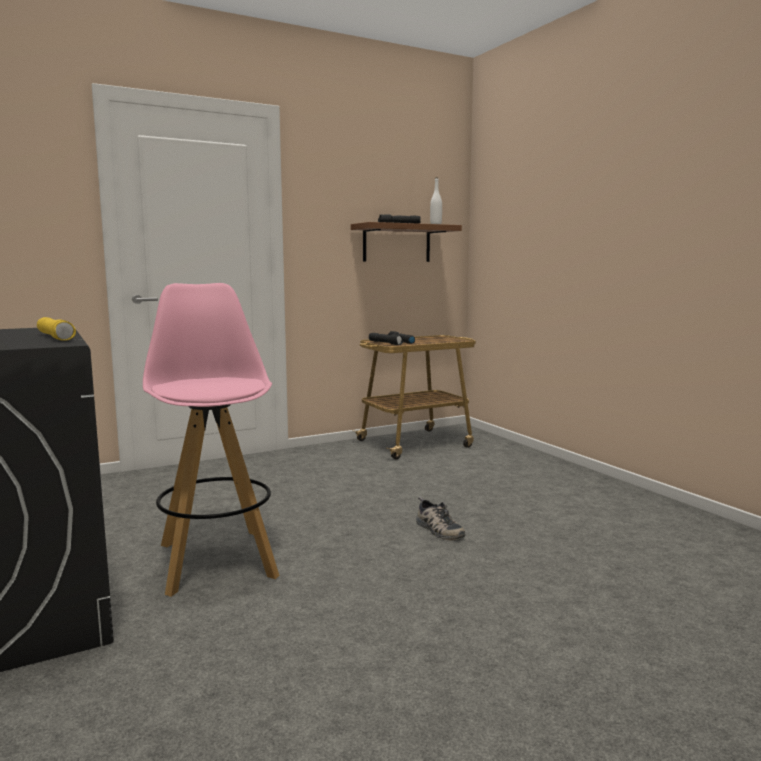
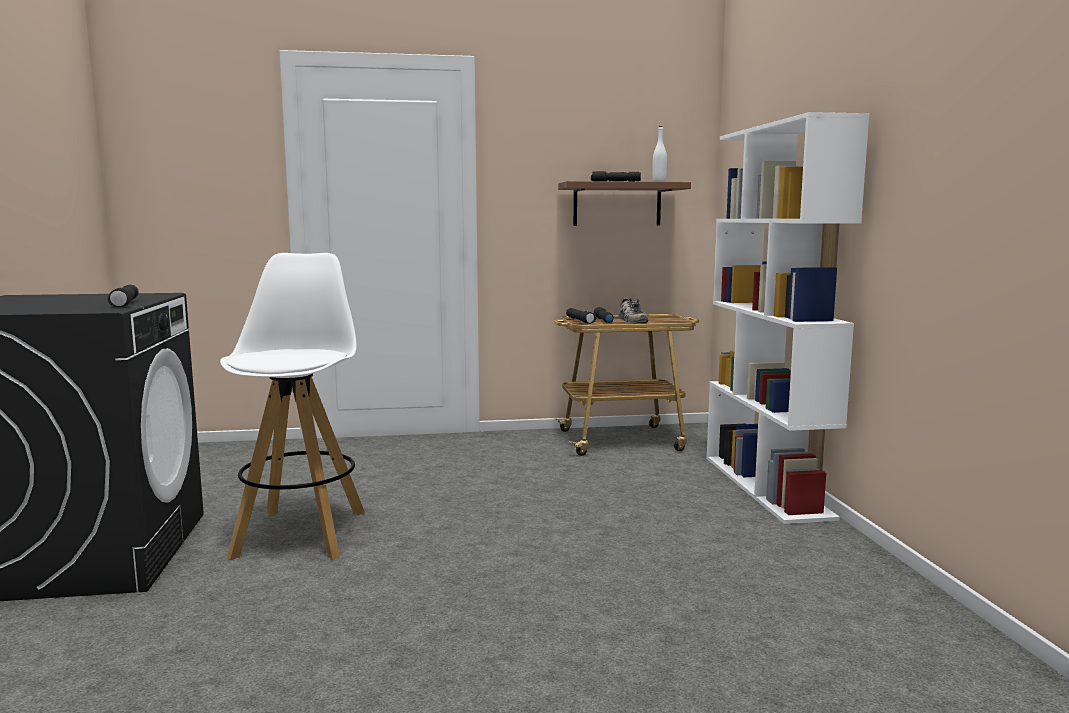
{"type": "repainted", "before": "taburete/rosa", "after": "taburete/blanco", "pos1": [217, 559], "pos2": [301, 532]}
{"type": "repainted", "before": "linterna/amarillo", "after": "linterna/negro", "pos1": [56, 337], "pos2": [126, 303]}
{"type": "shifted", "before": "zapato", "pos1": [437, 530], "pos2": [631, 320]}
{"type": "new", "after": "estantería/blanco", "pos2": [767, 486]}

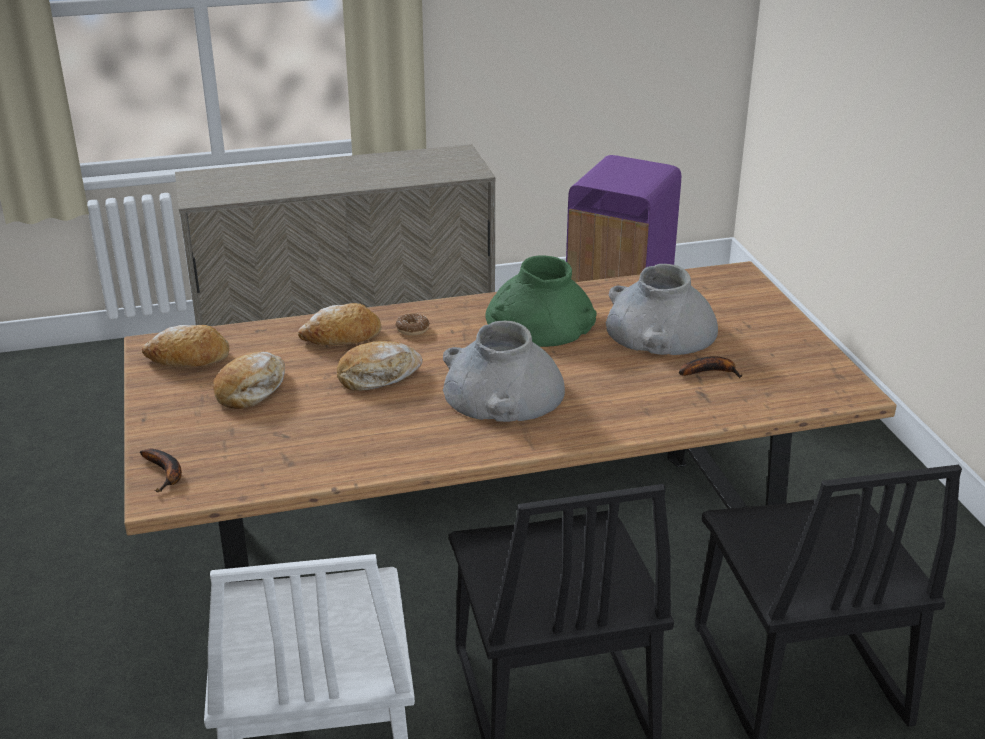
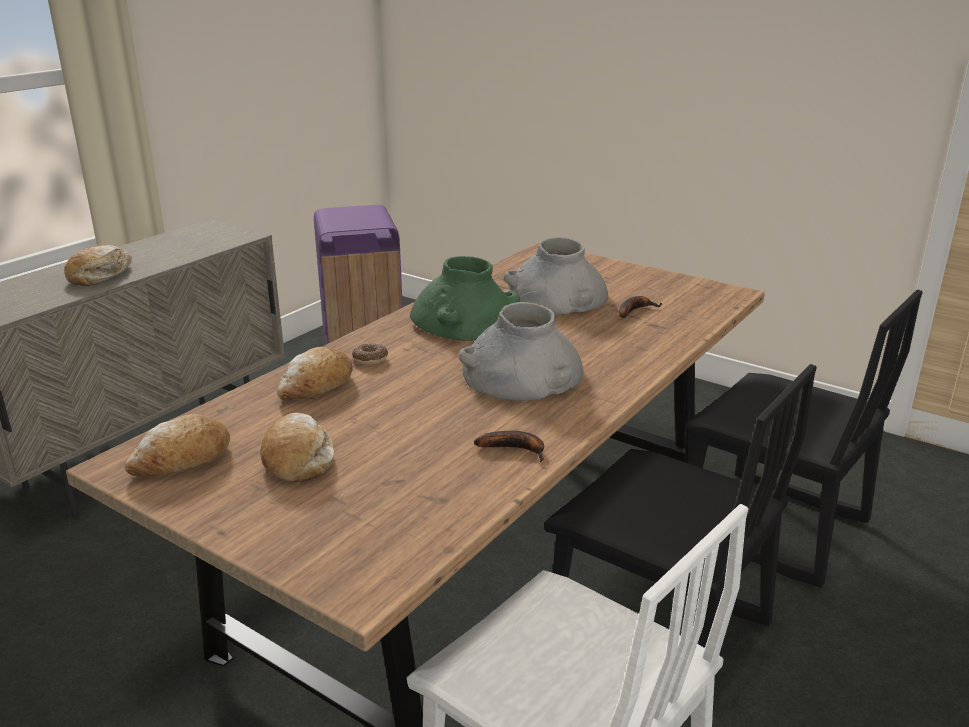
{"type": "shifted", "before": "pan", "pos1": [378, 376], "pos2": [100, 275]}
{"type": "shifted", "before": "plátano", "pos1": [166, 473], "pos2": [516, 449]}

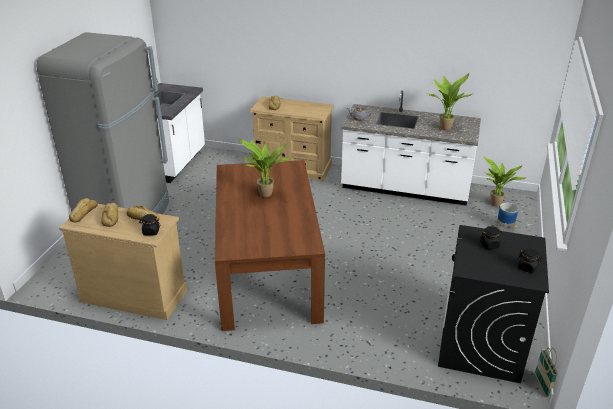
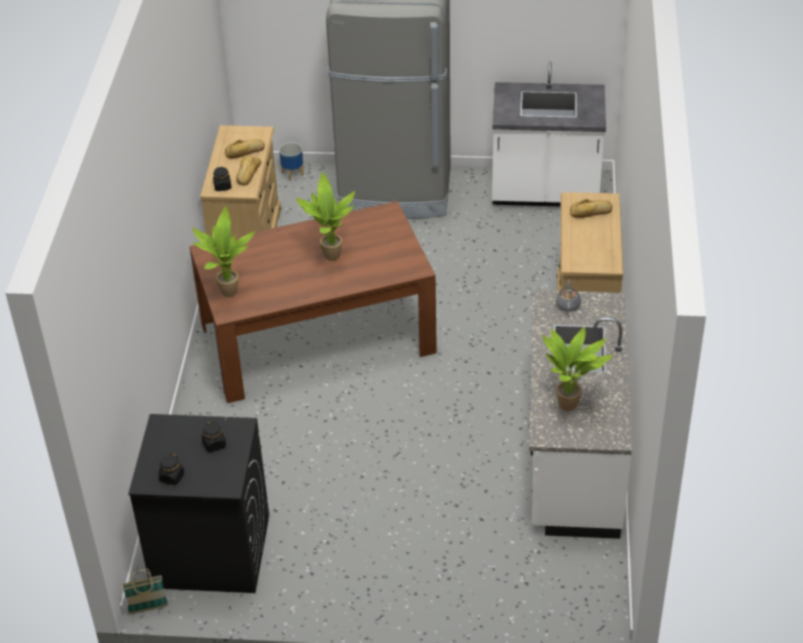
{"type": "shifted", "before": "planta en maceta", "pos1": [495, 205], "pos2": [226, 292]}
{"type": "gone", "before": "pan", "pos1": [83, 213]}
{"type": "shifted", "before": "maceta", "pos1": [504, 227], "pos2": [293, 173]}

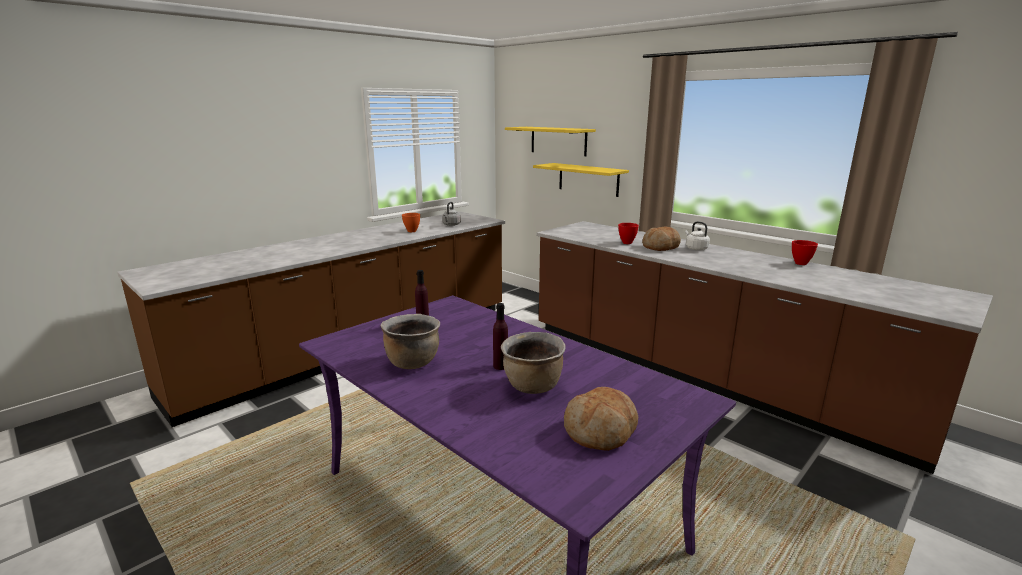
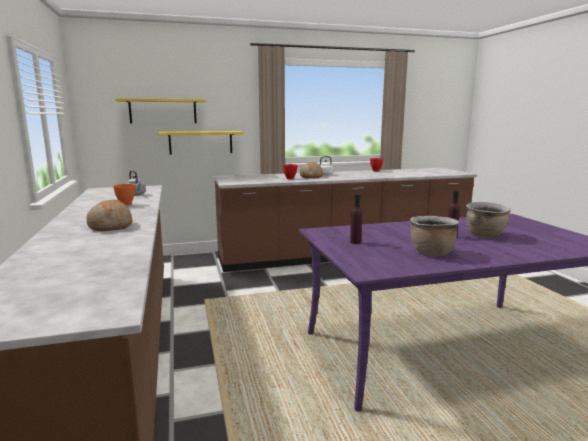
{"type": "shifted", "before": "pan", "pos1": [600, 431], "pos2": [111, 226]}

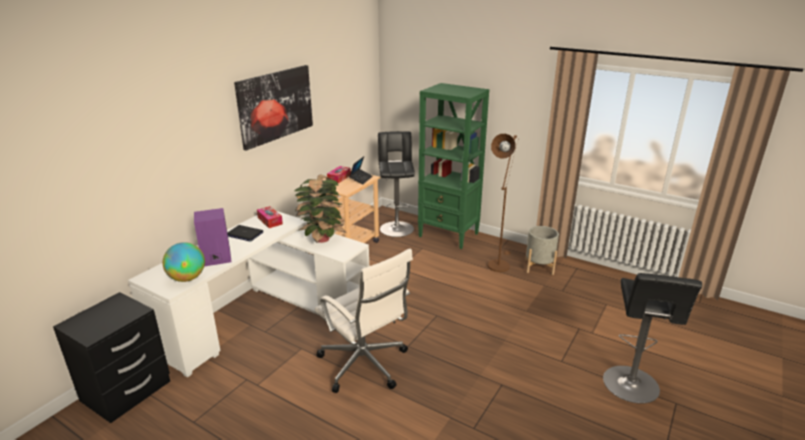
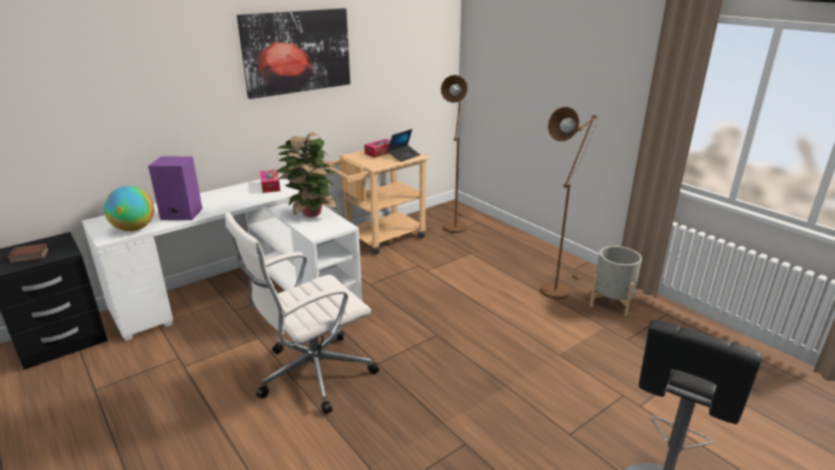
{"type": "gone", "before": "estantería/verde", "pos1": [449, 235]}
{"type": "swapped", "before": "taburete/negro", "after": "lámpara de pie/marrón", "pos1": [396, 227], "pos2": [455, 225]}
{"type": "gone", "before": "portátil", "pos1": [244, 234]}
{"type": "rotated", "before": "silla de oficina/blanco", "pos1": [364, 365], "pos2": [312, 374], "turn": 75}
{"type": "new", "after": "libro", "pos2": [29, 257]}

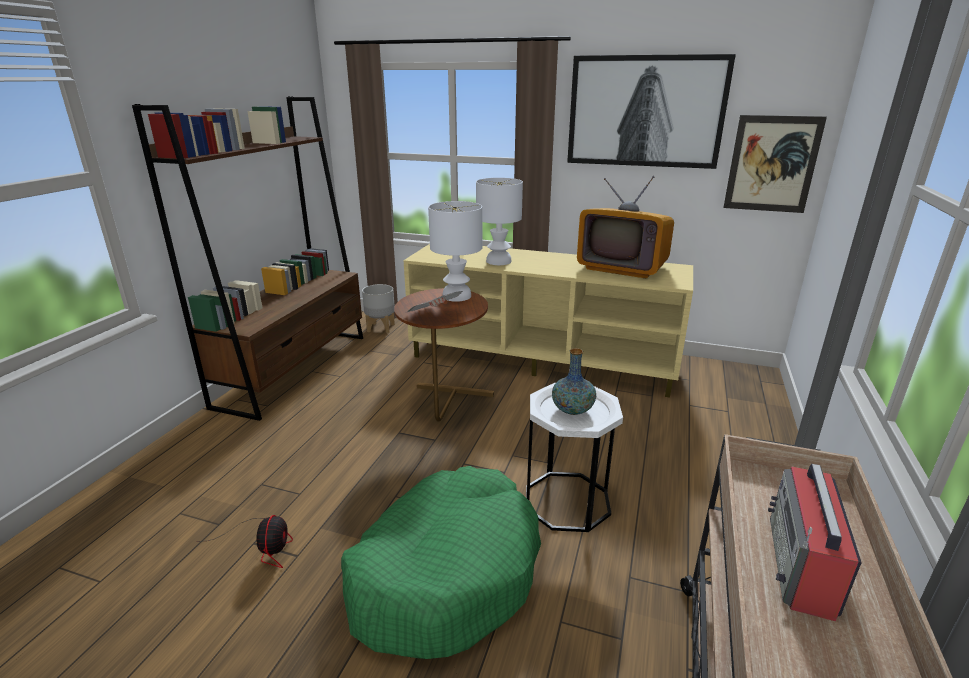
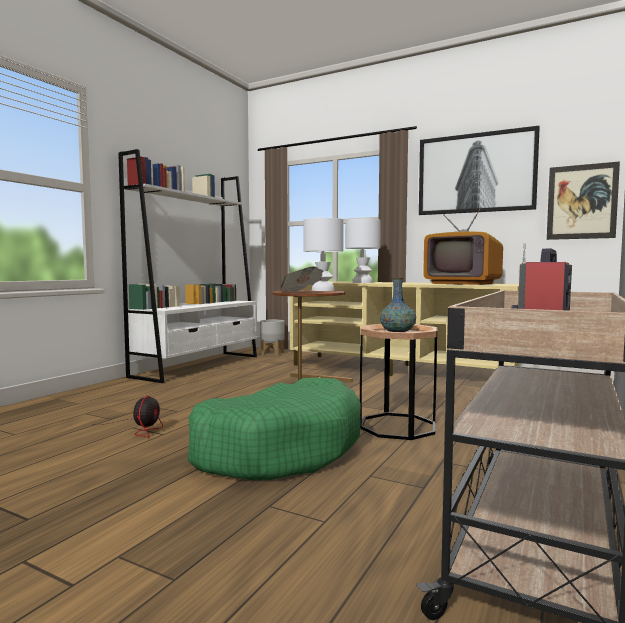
{"type": "repainted", "before": "estantería/marrón", "after": "estantería/blanco", "pos1": [295, 369], "pos2": [198, 366]}
{"type": "repainted", "before": "mesa auxiliar/blanco", "after": "mesa auxiliar/marrón", "pos1": [567, 501], "pos2": [397, 426]}

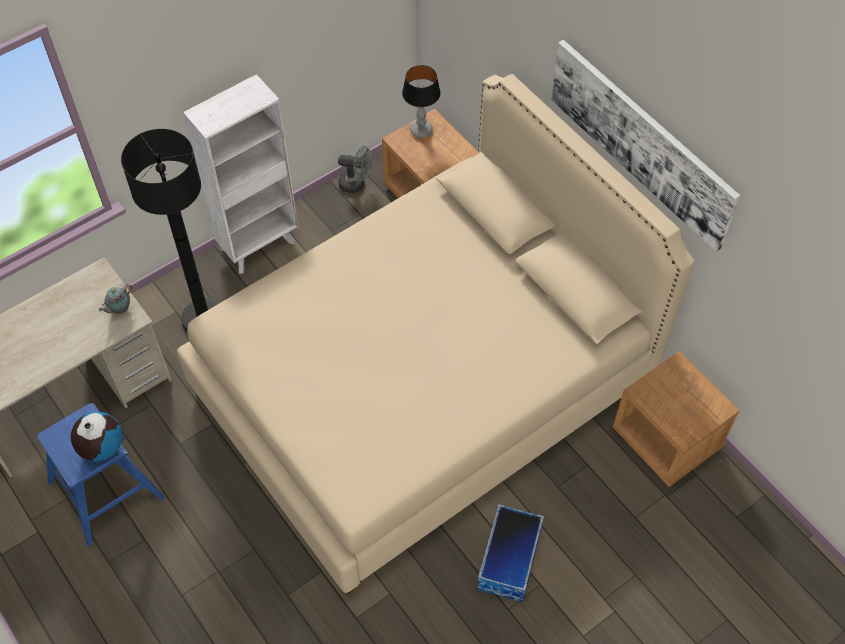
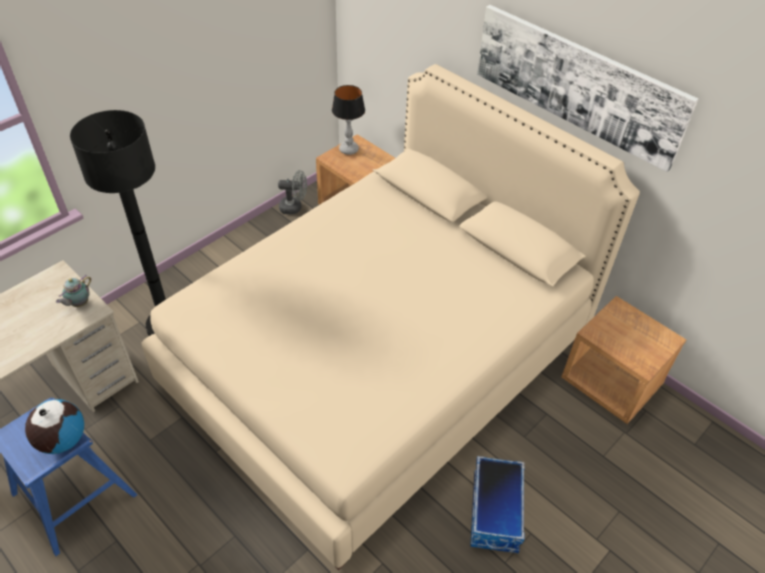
{"type": "gone", "before": "estantería/blanco", "pos1": [259, 245]}

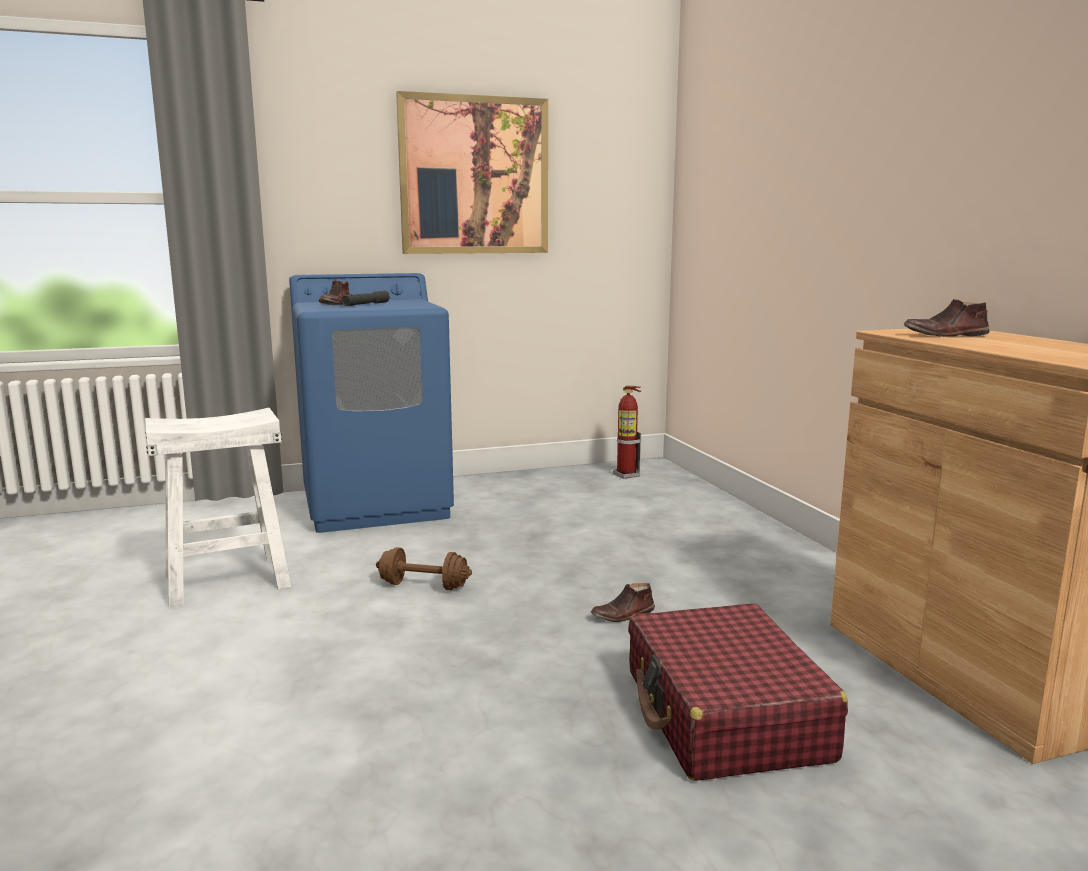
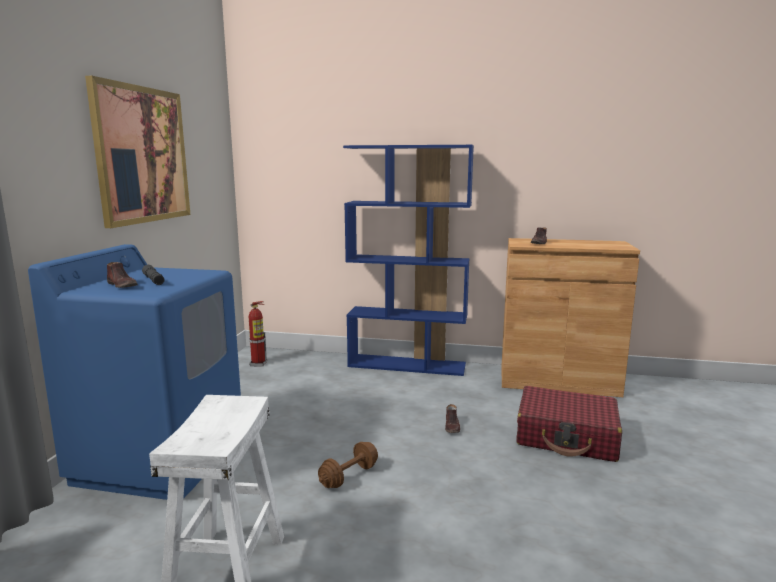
{"type": "new", "after": "estantería/azul", "pos2": [407, 365]}

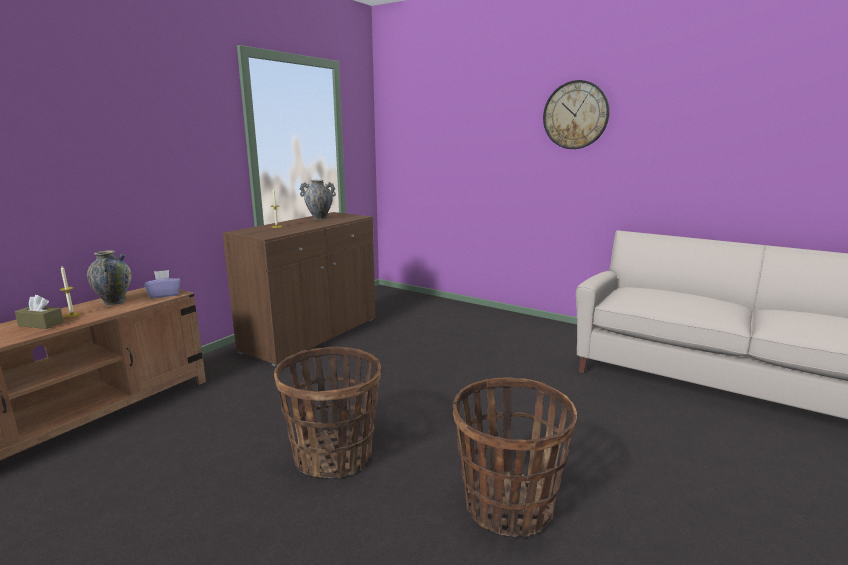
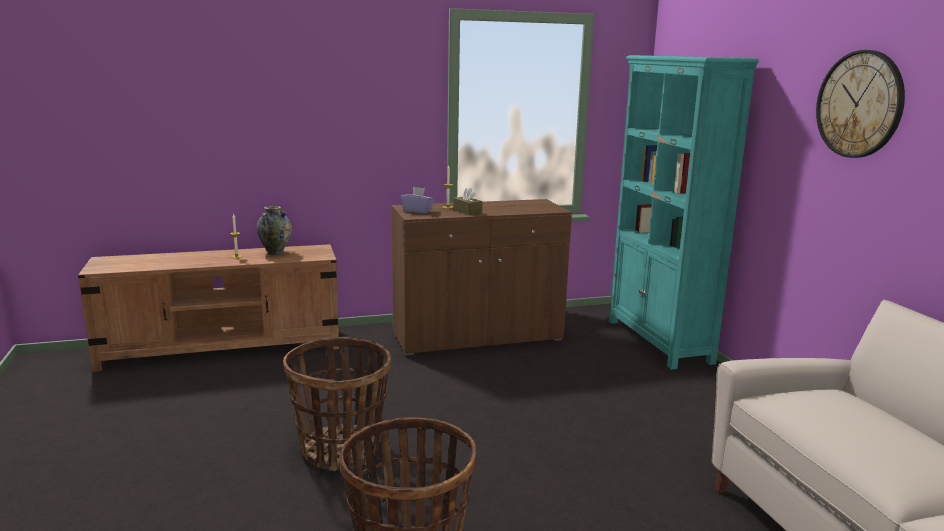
{"type": "gone", "before": "florero", "pos1": [319, 218]}
{"type": "shifted", "before": "caja de pañuelos/morado", "pos1": [164, 295], "pos2": [417, 211]}
{"type": "shifted", "before": "caja de pañuelos/marrón", "pos1": [41, 324], "pos2": [467, 211]}
{"type": "new", "after": "estantería/turquesa", "pos2": [659, 341]}

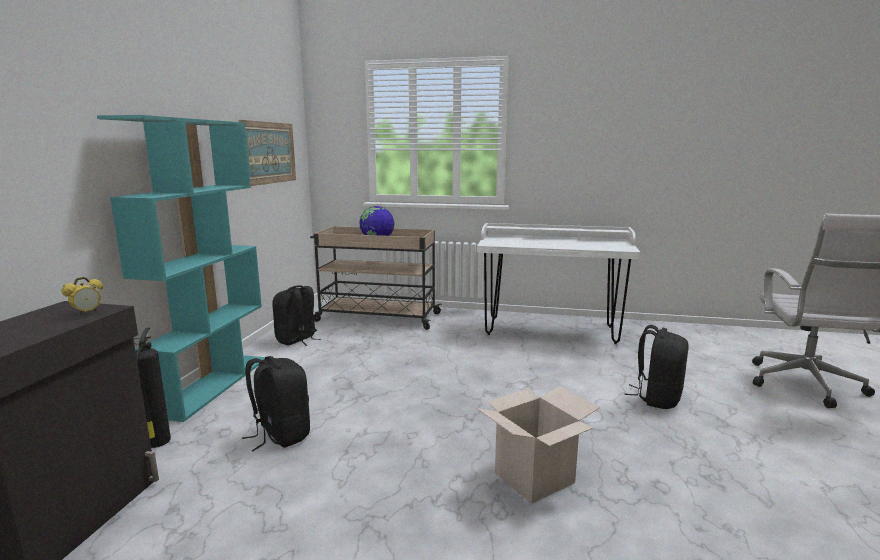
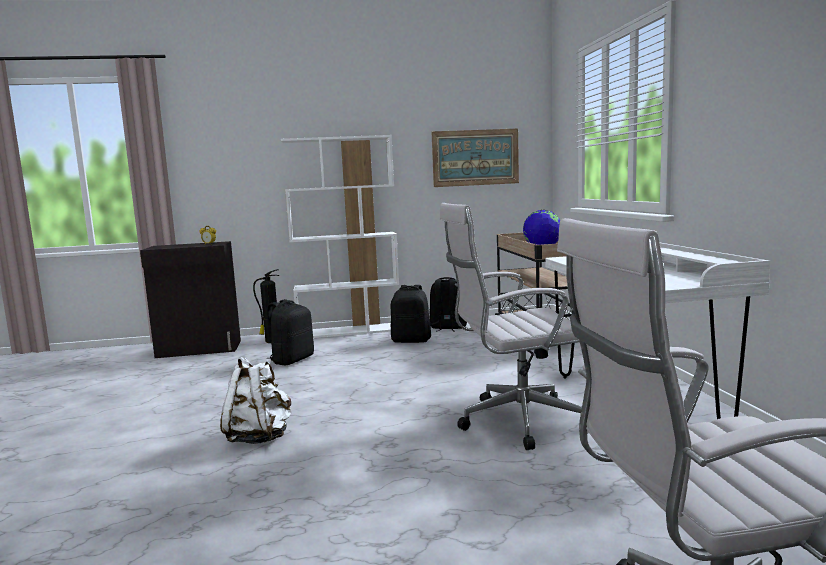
{"type": "repainted", "before": "estantería/turquesa", "after": "estantería/blanco", "pos1": [213, 384], "pos2": [350, 331]}
{"type": "shifted", "before": "mochila/negro", "pos1": [657, 398], "pos2": [411, 340]}
{"type": "swapped", "before": "caja de cartón", "after": "mochila/blanco", "pos1": [534, 478], "pos2": [259, 437]}
{"type": "new", "after": "silla de oficina/blanco", "pos2": [515, 422]}

